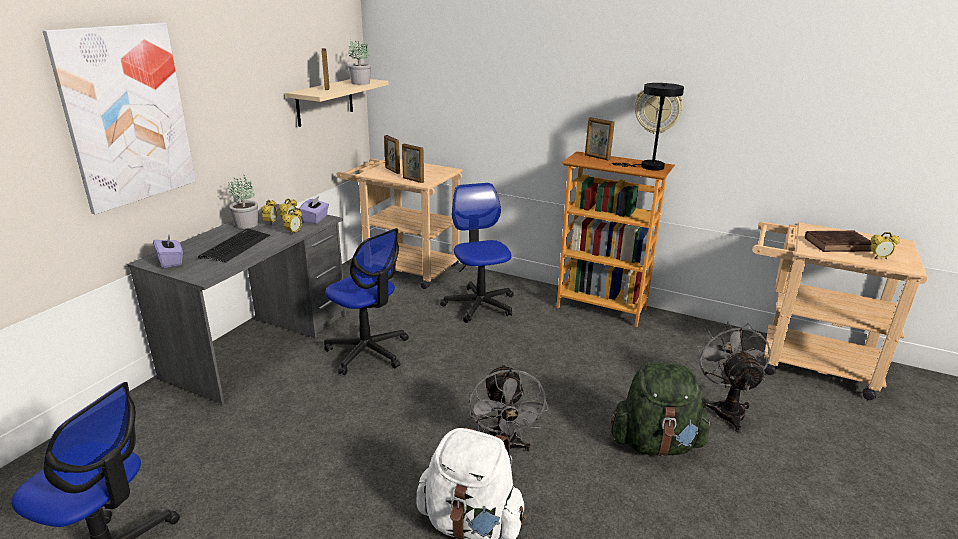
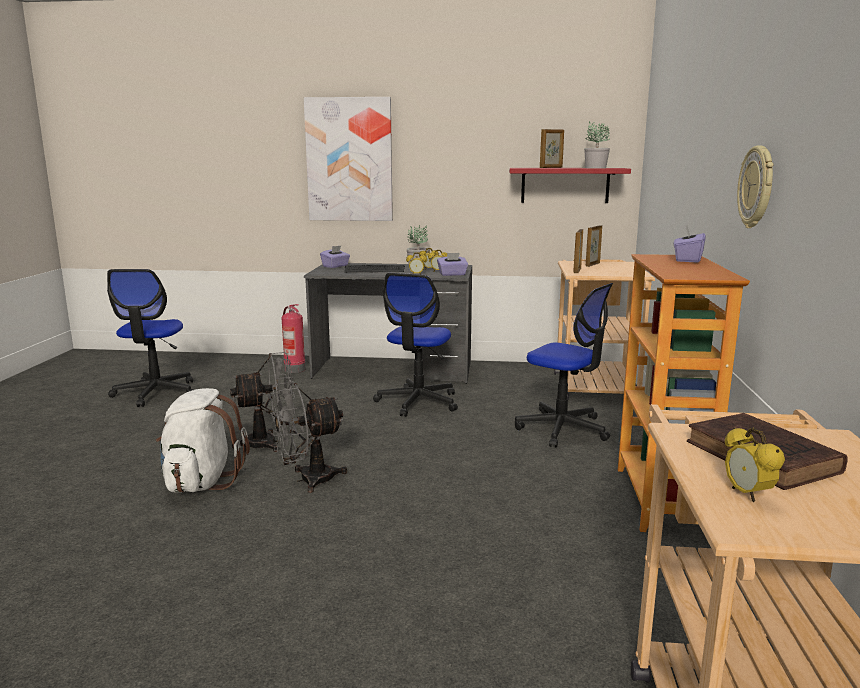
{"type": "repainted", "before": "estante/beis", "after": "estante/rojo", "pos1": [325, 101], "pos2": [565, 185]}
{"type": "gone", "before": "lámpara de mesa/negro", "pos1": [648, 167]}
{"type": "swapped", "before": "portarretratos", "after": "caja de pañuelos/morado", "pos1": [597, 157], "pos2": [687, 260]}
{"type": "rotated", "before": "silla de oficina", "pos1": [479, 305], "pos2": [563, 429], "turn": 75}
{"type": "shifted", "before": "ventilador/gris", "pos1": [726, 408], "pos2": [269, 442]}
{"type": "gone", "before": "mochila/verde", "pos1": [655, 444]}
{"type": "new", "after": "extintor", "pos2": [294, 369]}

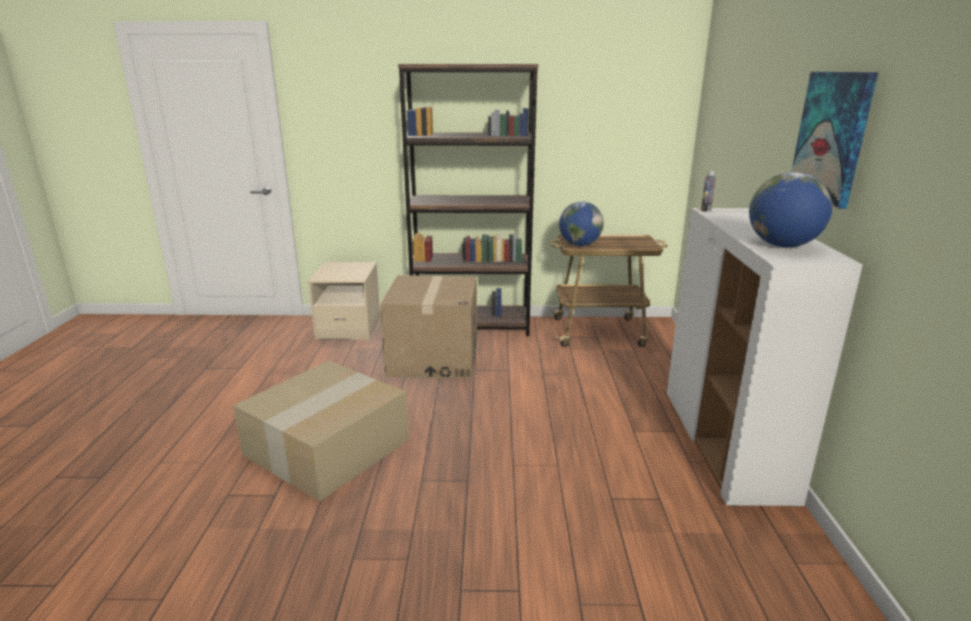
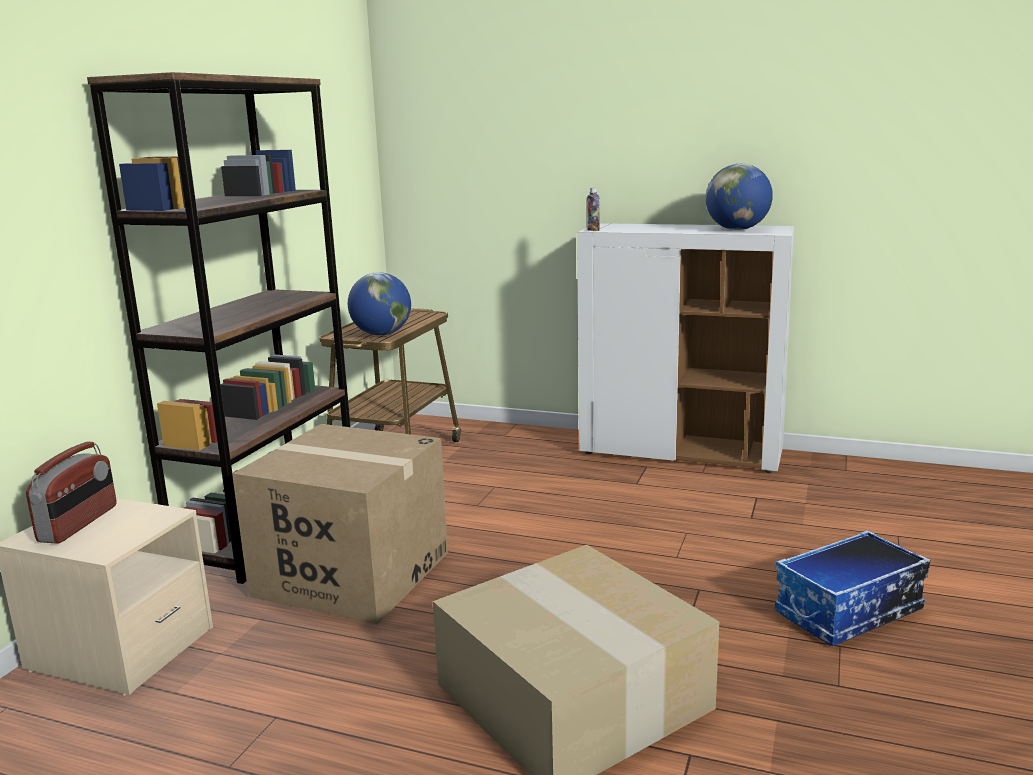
{"type": "gone", "before": "cuadro", "pos1": [832, 137]}
{"type": "new", "after": "radio", "pos2": [79, 524]}
{"type": "new", "after": "caja de almacenaje", "pos2": [849, 612]}

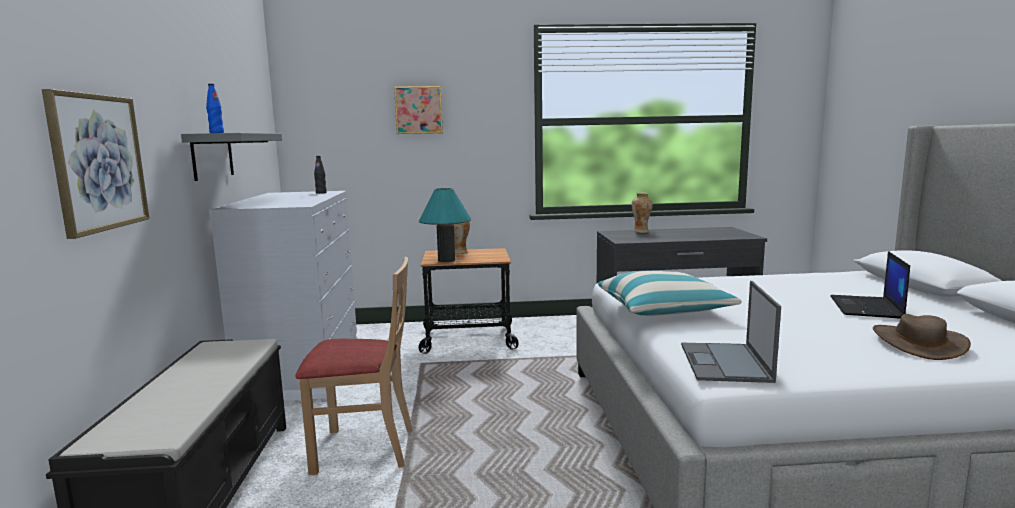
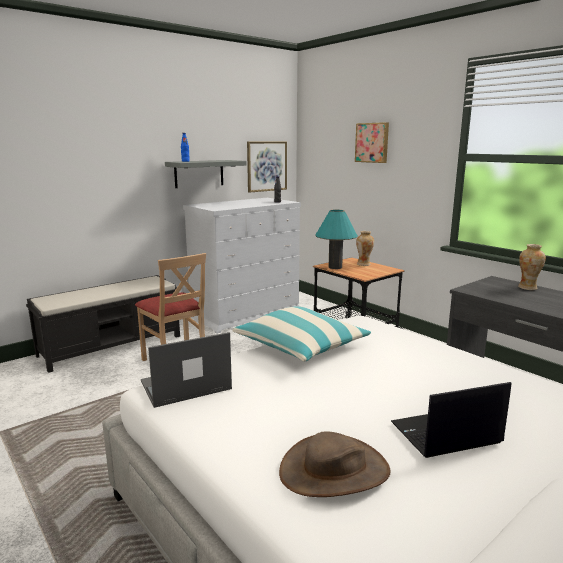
{"type": "shifted", "before": "cuadro", "pos1": [98, 162], "pos2": [266, 166]}

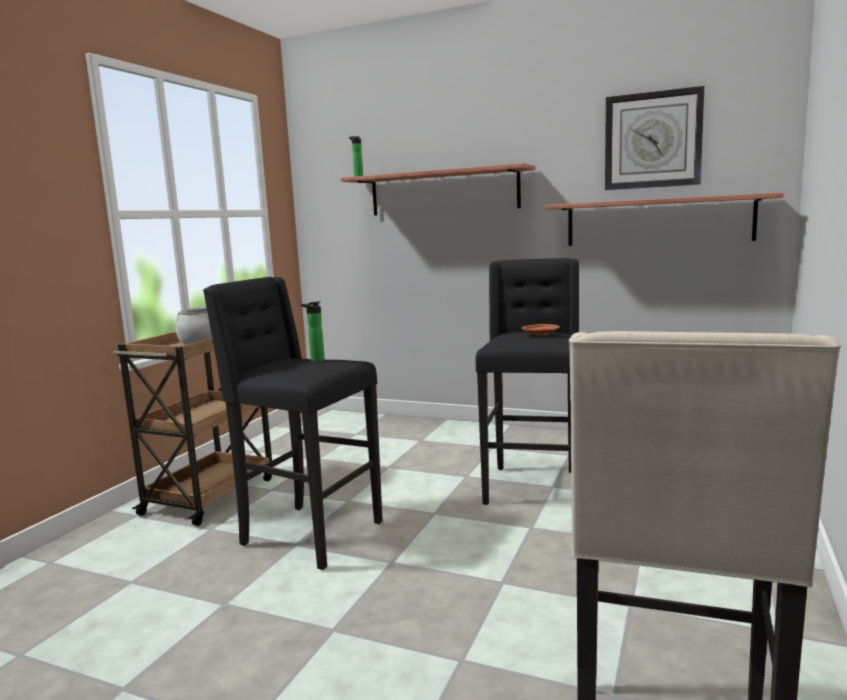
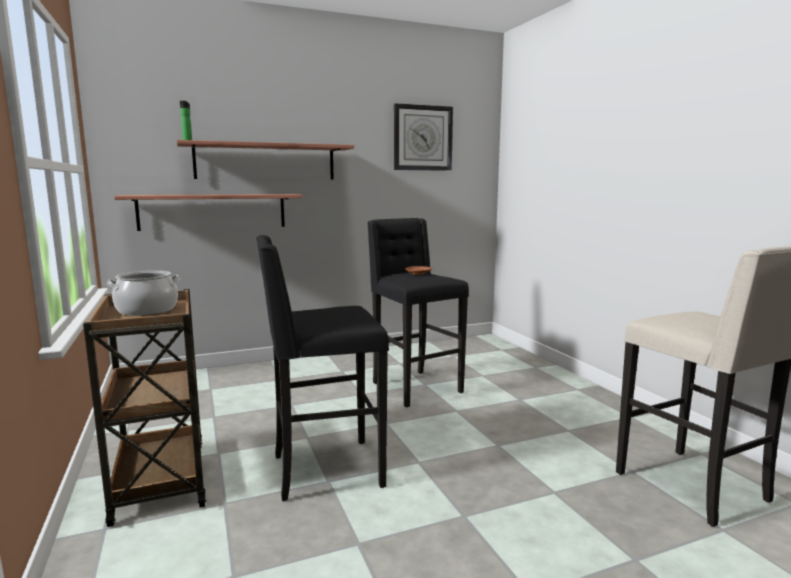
{"type": "shifted", "before": "estante", "pos1": [657, 221], "pos2": [213, 211]}
{"type": "gone", "before": "botella", "pos1": [315, 361]}

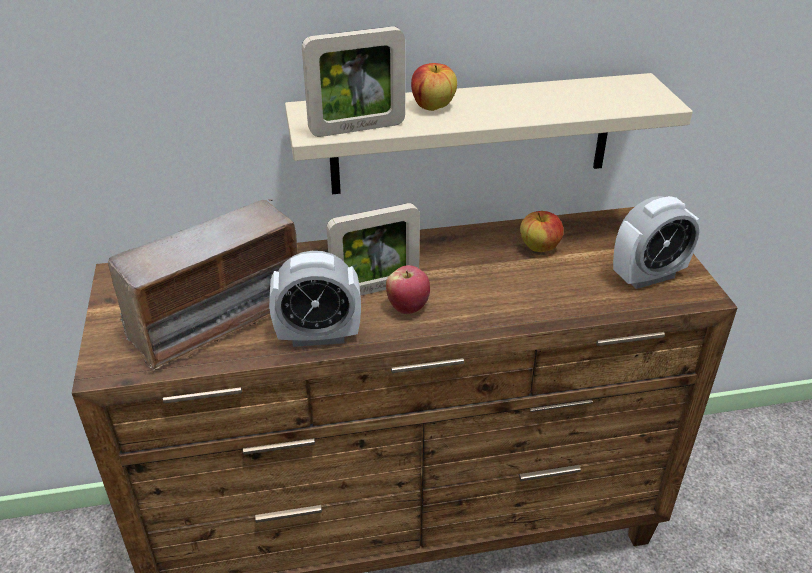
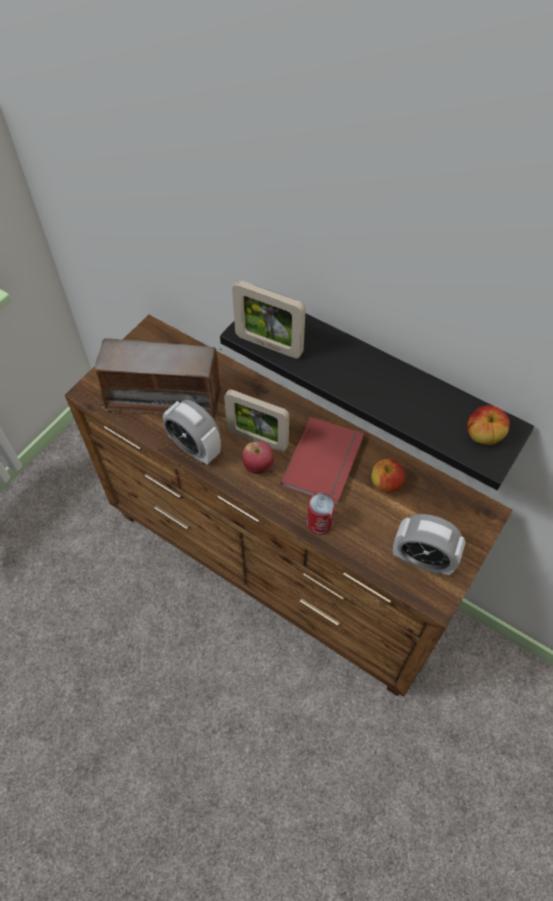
{"type": "shifted", "before": "manzana", "pos1": [433, 106], "pos2": [483, 436]}
{"type": "repainted", "before": "estante/beis", "after": "estante/negro", "pos1": [472, 134], "pos2": [384, 380]}
{"type": "new", "after": "libro/rojo", "pos2": [325, 462]}
{"type": "new", "after": "lata", "pos2": [319, 523]}

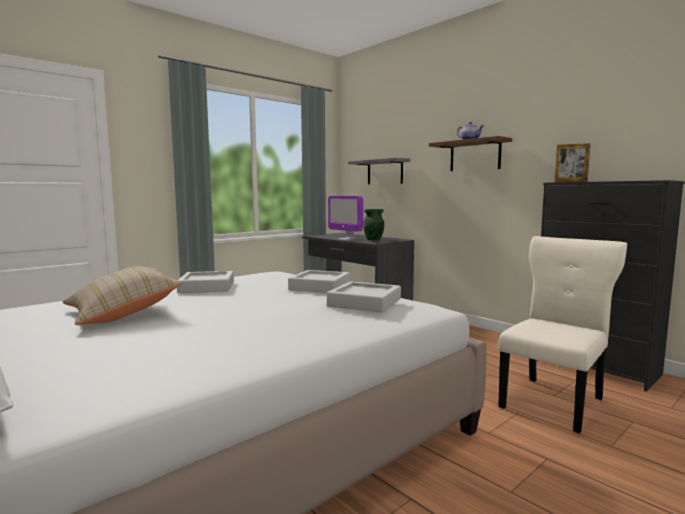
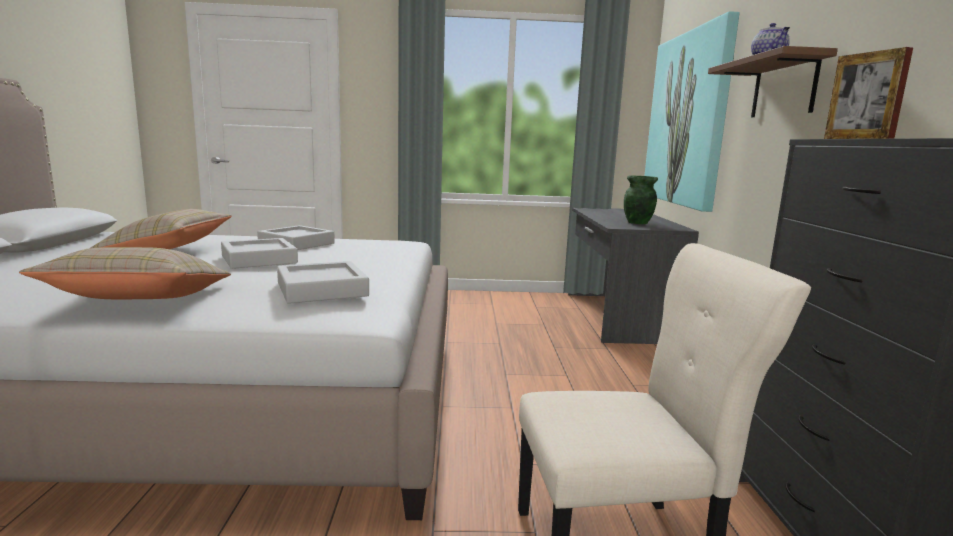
{"type": "swapped", "before": "estante/gris", "after": "cuadro", "pos1": [385, 172], "pos2": [688, 119]}
{"type": "gone", "before": "monitor", "pos1": [346, 239]}
{"type": "shifted", "before": "bandeja/gris", "pos1": [320, 286], "pos2": [259, 259]}
{"type": "new", "after": "cojín/beis", "pos2": [142, 302]}

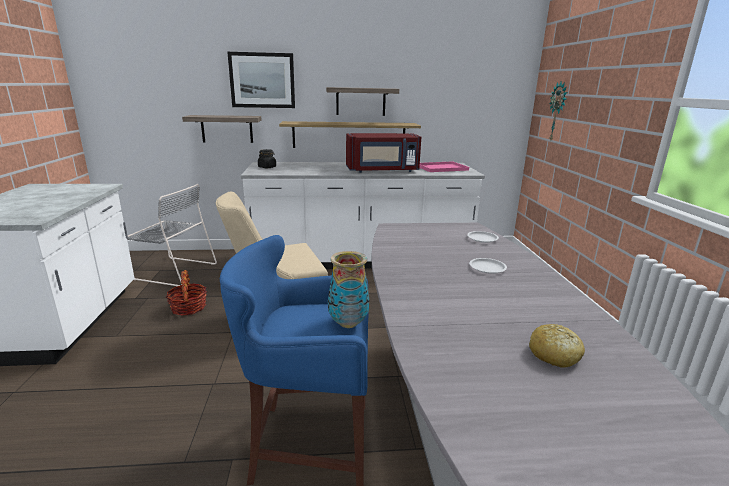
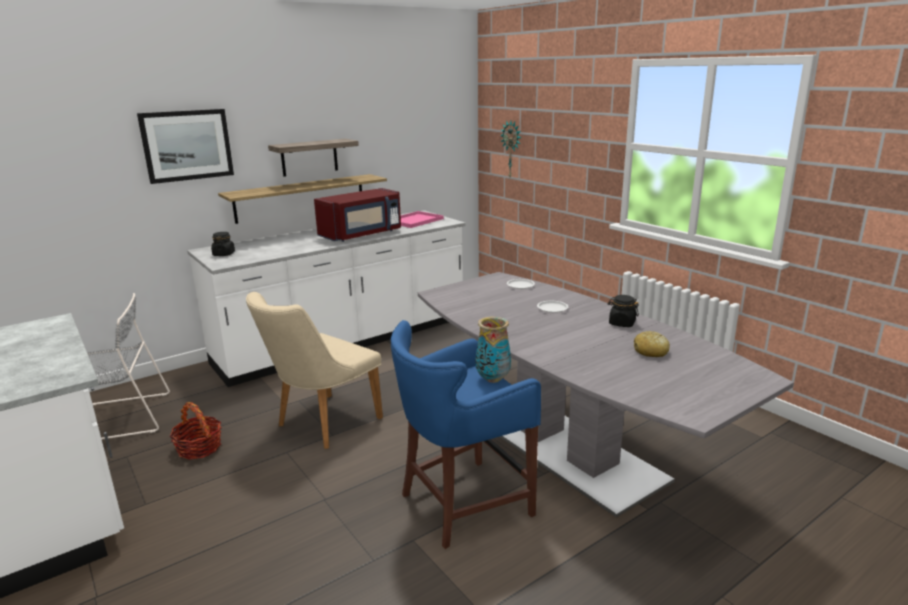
{"type": "gone", "before": "estante", "pos1": [227, 129]}
{"type": "new", "after": "tarro/negro", "pos2": [621, 323]}

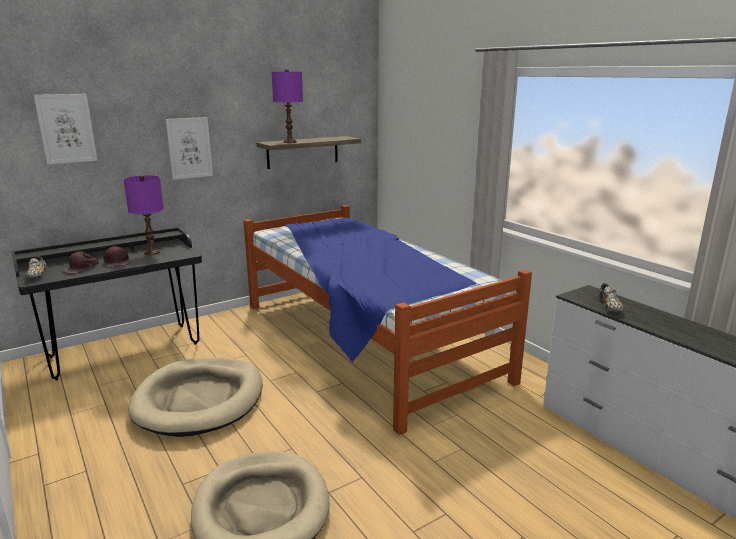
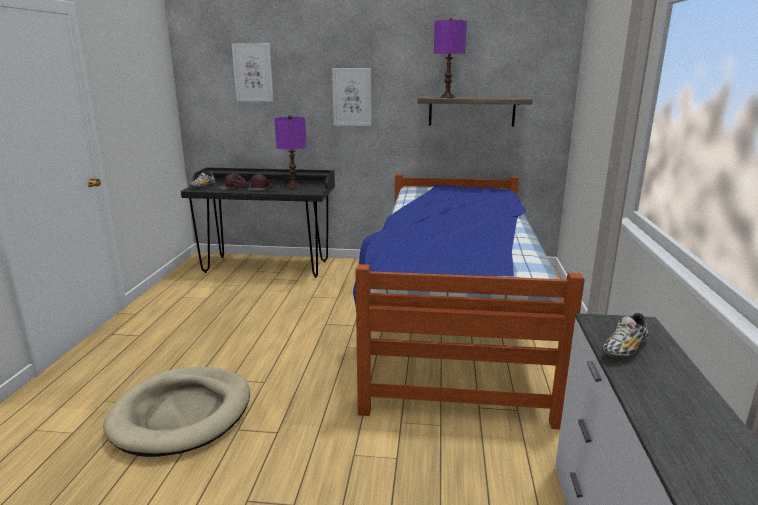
{"type": "gone", "before": "cama para perro/beis", "pos1": [199, 400]}

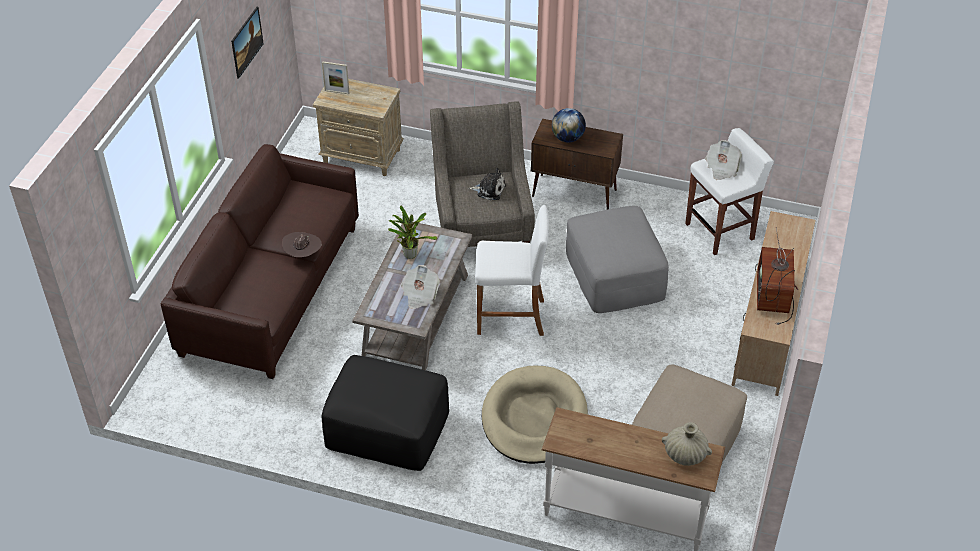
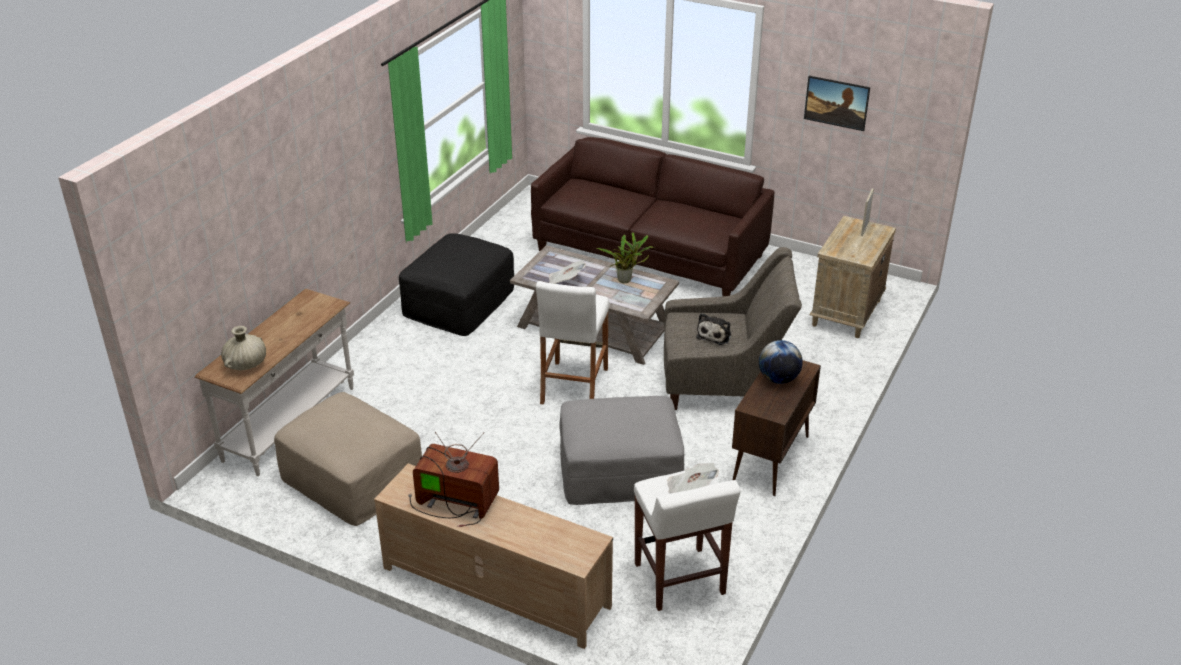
{"type": "gone", "before": "sombrero/marrón", "pos1": [303, 255]}
{"type": "gone", "before": "cama para perro/beis", "pos1": [534, 418]}

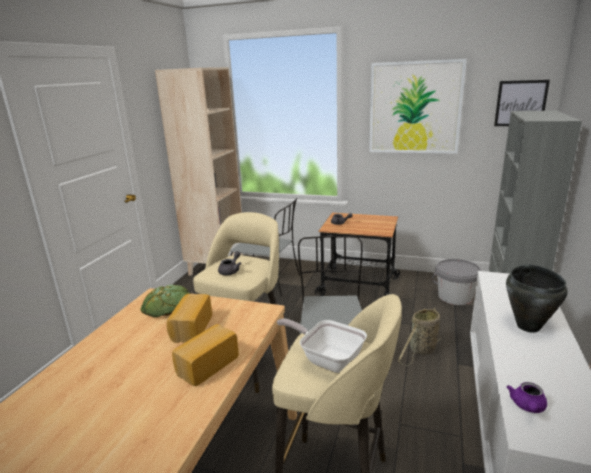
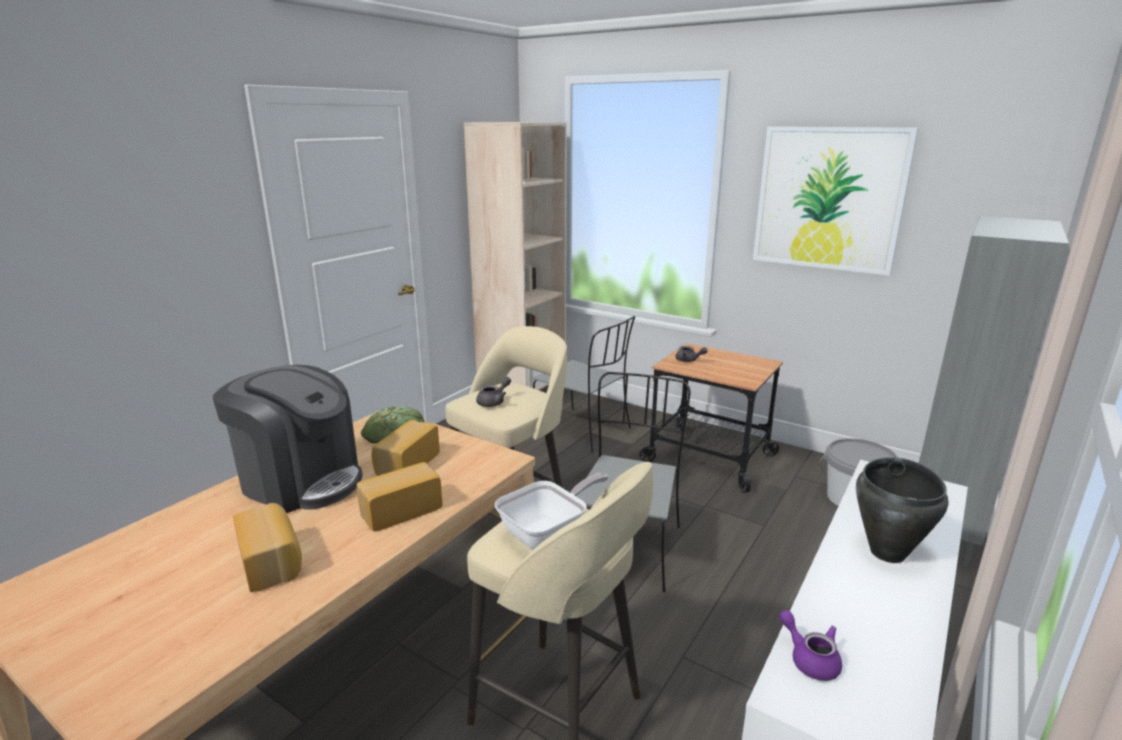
{"type": "gone", "before": "cuadro", "pos1": [520, 103]}
{"type": "gone", "before": "cesta", "pos1": [421, 350]}
{"type": "rotated", "before": "sartén", "pos1": [327, 359], "pos2": [549, 533], "turn": 90}
{"type": "rotated", "before": "tetera/morado", "pos1": [527, 407], "pos2": [810, 659], "turn": 105}
{"type": "new", "after": "cafetera", "pos2": [301, 481]}
{"type": "new", "after": "pan", "pos2": [272, 562]}

